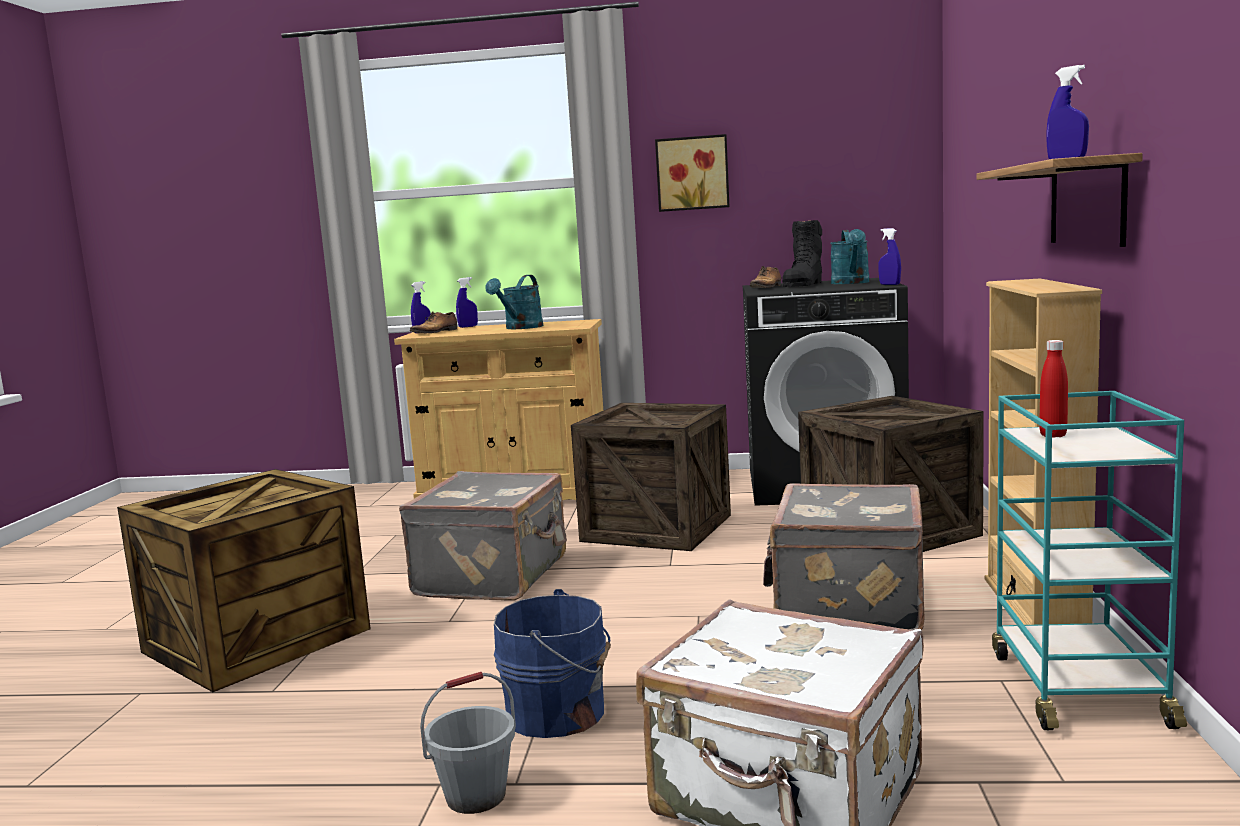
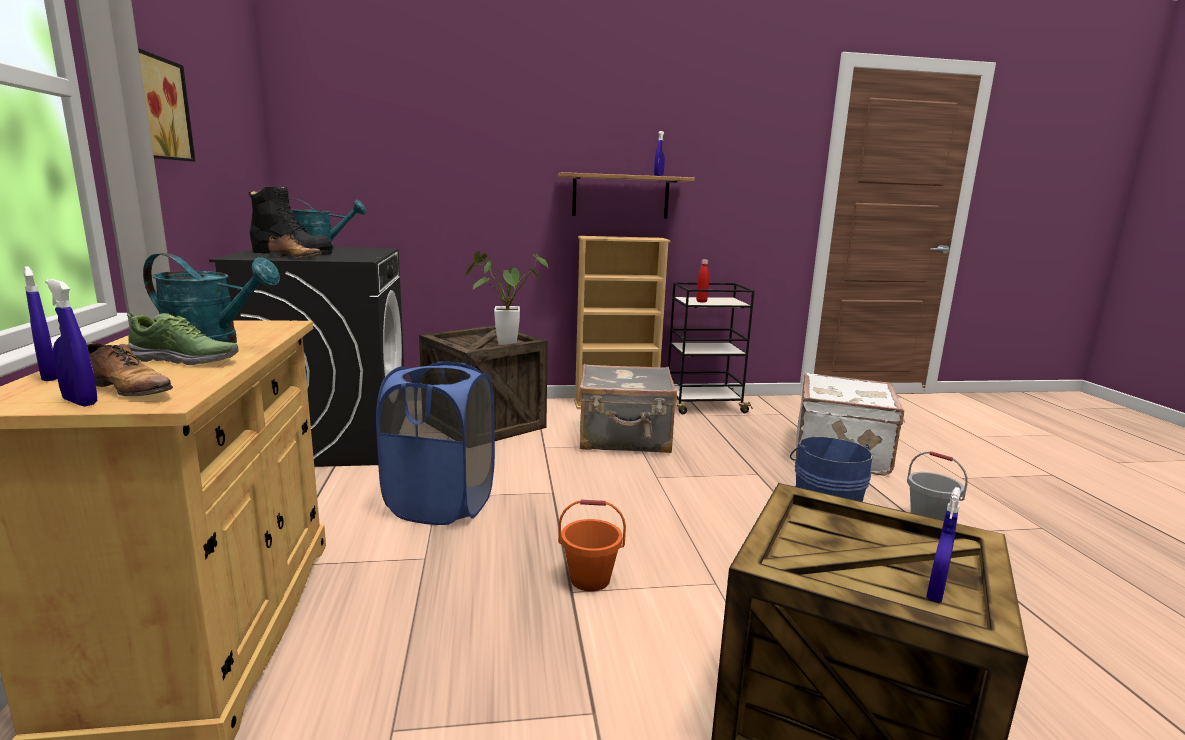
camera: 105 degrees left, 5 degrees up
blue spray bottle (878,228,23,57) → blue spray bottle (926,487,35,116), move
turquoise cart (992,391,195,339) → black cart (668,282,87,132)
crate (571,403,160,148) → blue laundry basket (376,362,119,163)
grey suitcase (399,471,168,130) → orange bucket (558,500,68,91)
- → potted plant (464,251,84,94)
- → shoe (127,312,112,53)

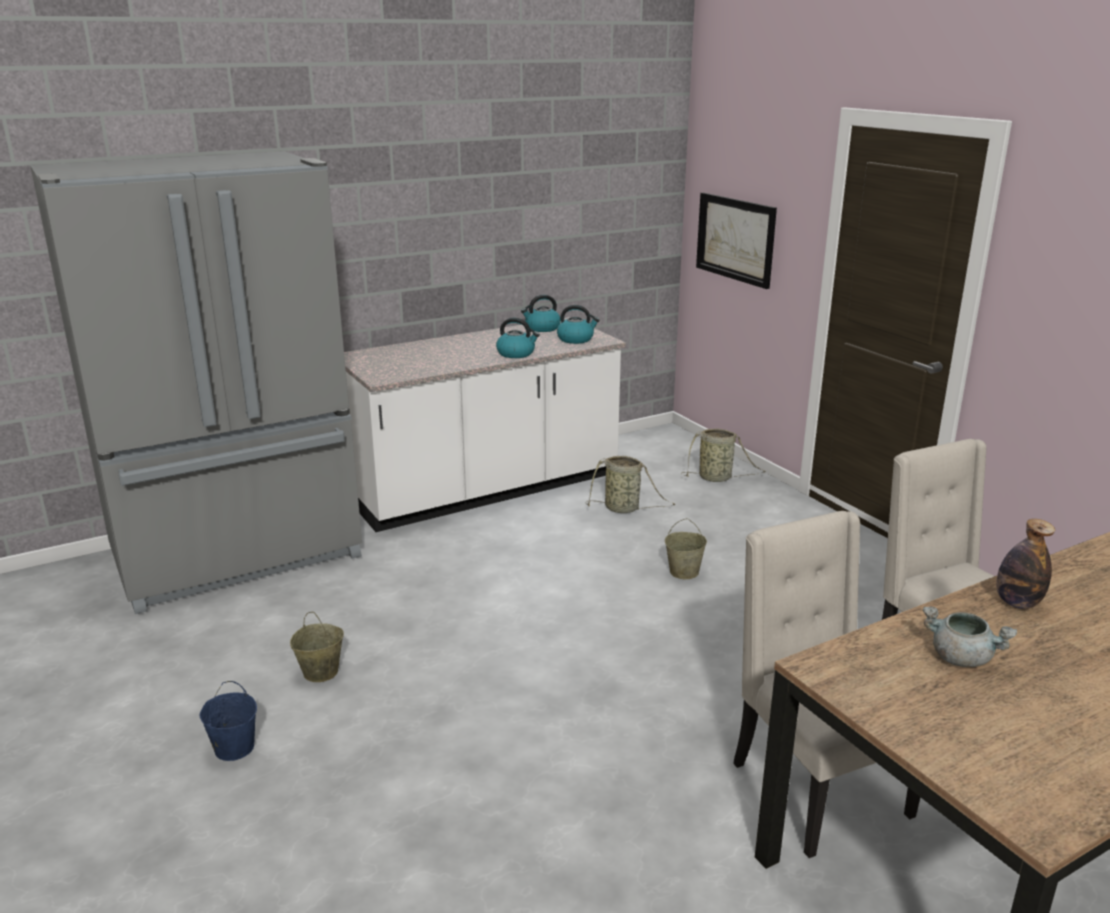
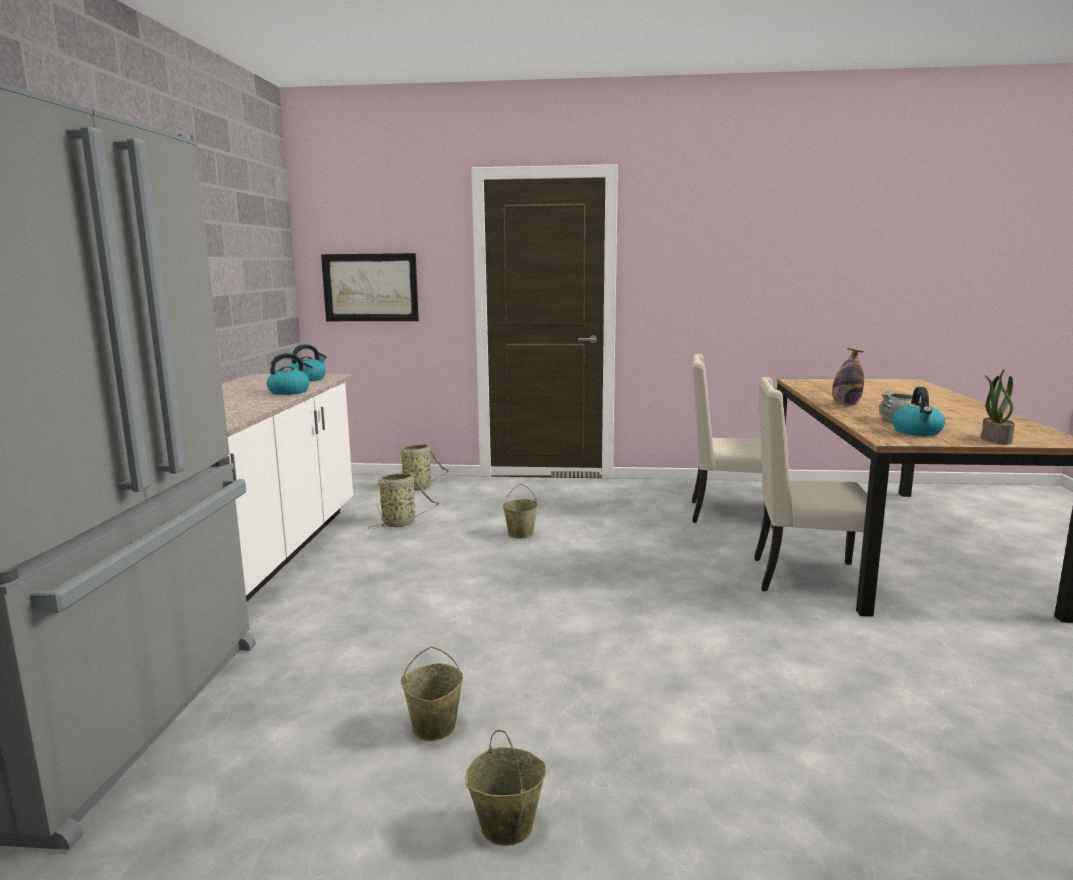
camera: 55 degrees left, 10 degrees down
kettle (521,295,40,37) → kettle (892,387,53,49), move
blue bucket (199,681,58,80) → beige bucket (465,730,82,116)
- → potted plant (981,369,34,75)

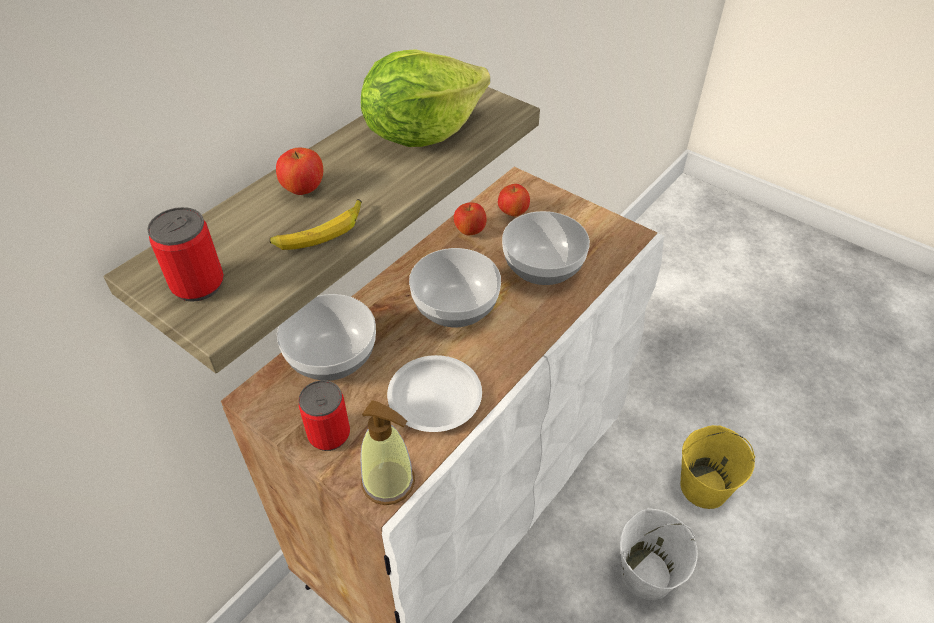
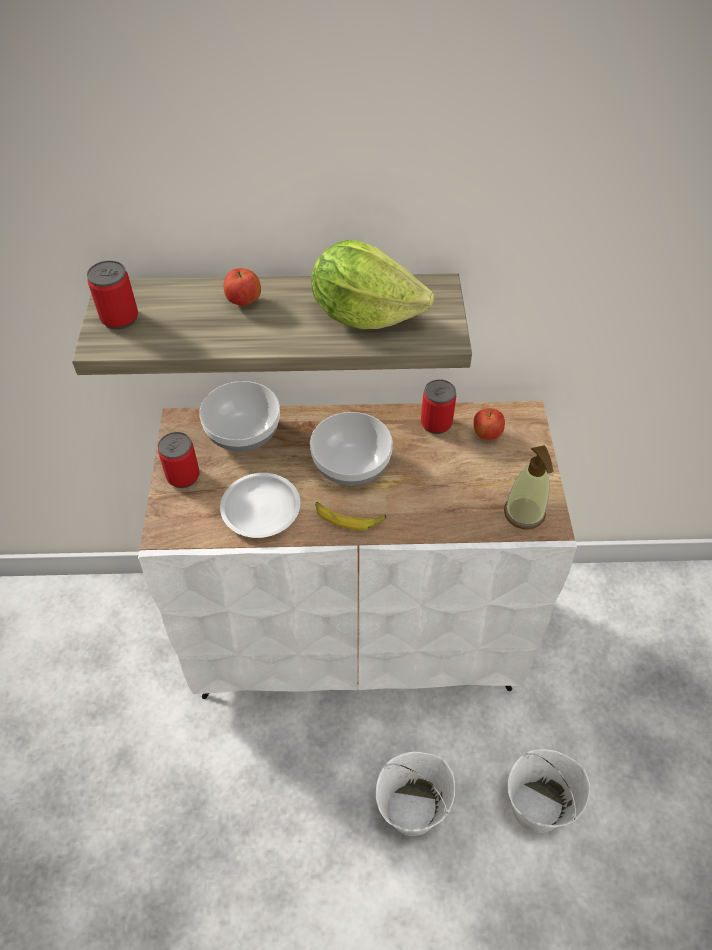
camera: 50 degrees right, 5 degrees up
banana (270,199,92,51) → banana (315,502,71,29), move
apple (454,202,33,33) → can (421,379,35,55)
bowl (502,211,88,74) → -
soap dispenser (361,400,54,105) → soap dispenser (504,445,49,85), move
yellow bucket (680,425,75,84) → white bucket (508,749,82,84)

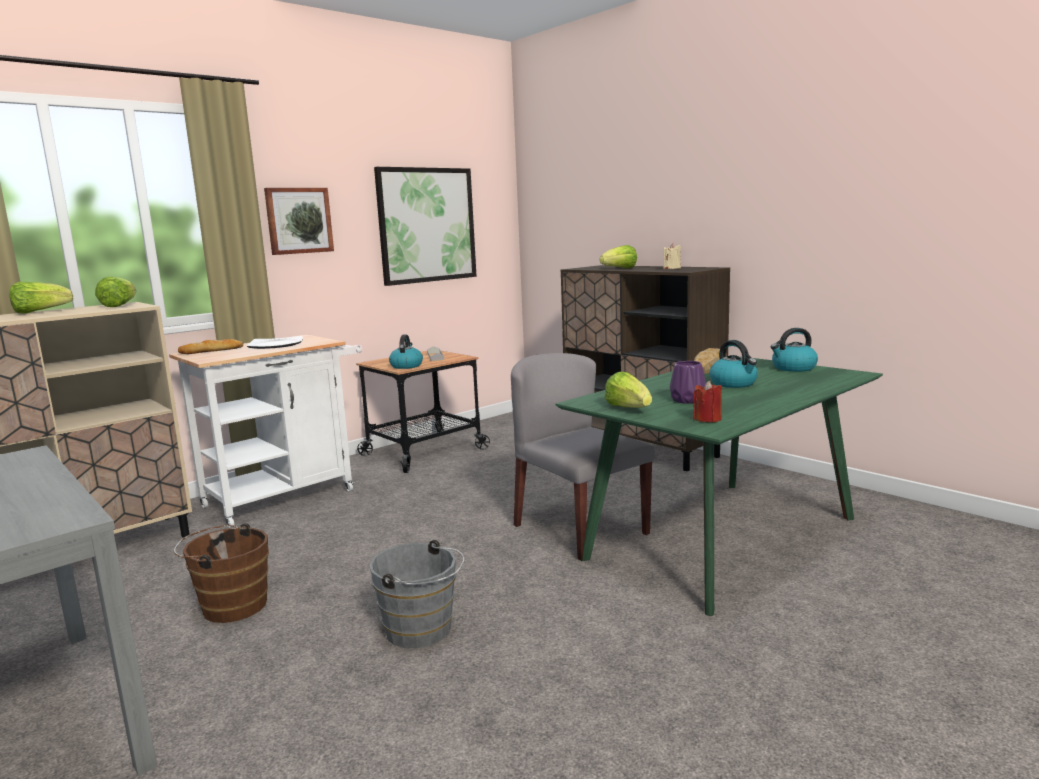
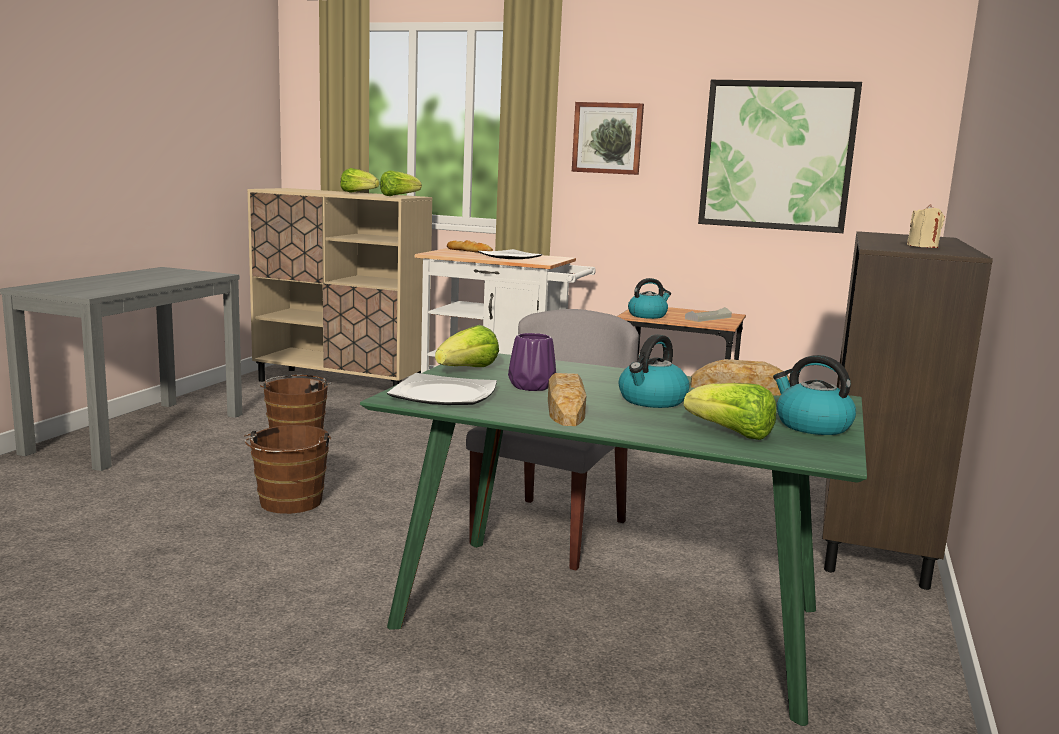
camera: 60 degrees right, 0 degrees up
lettuce (600,245,37,23) → lettuce (684,383,92,57), move
red candle (693,381,29,42) → plate (387,373,110,32)
grey bucket (369,540,96,108) → brown bucket (244,425,87,89)
- → bread (548,373,38,53)

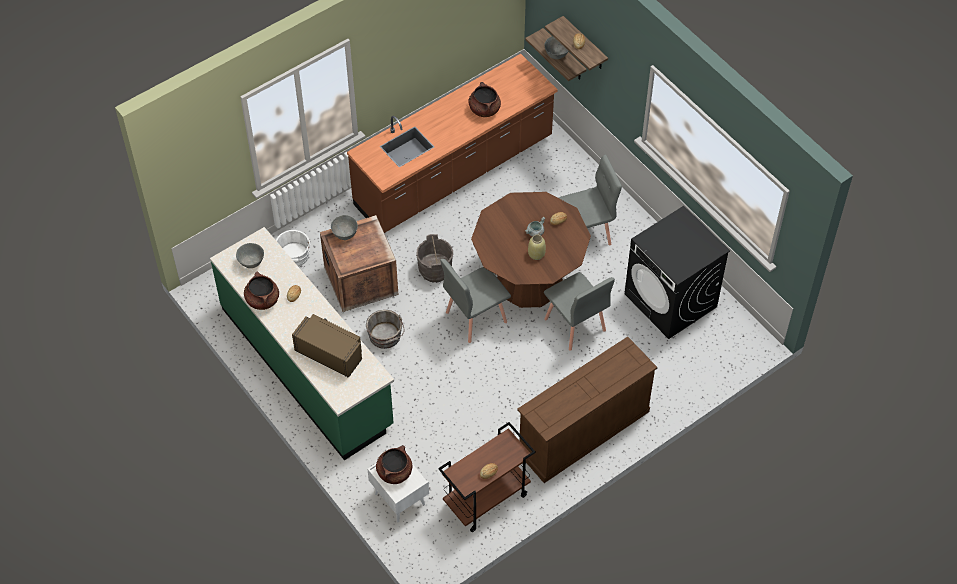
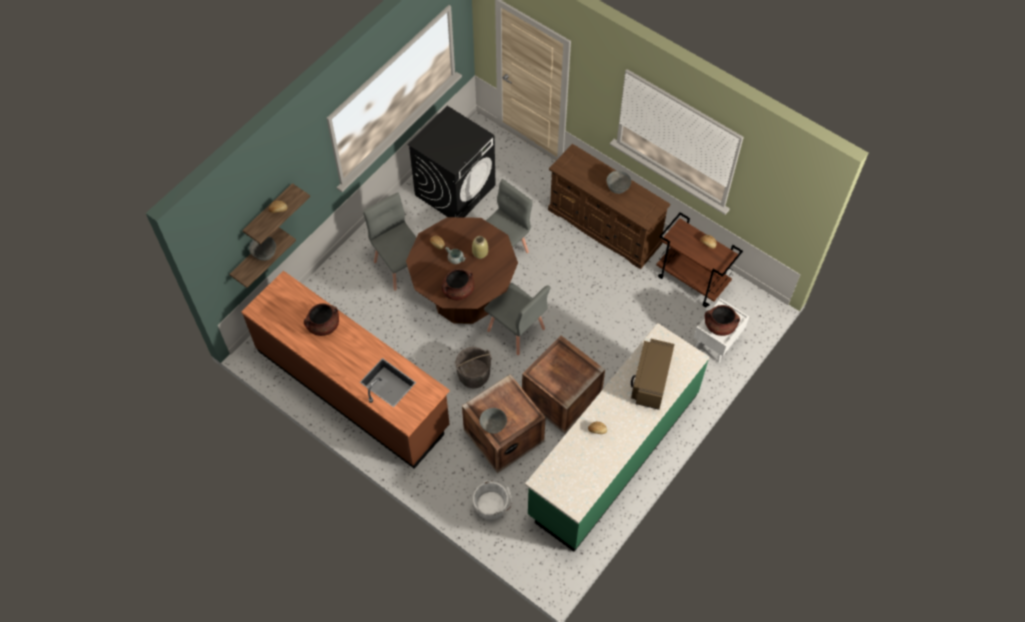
camera: 105 degrees left, 5 degrees up
grey bowl (236,243,28,25) → grey bowl (607,170,24,24), move
brown cooking pot (244,272,35,38) → brown cooking pot (442,269,32,31), move
grey bucket (366,310,38,39) → crate (522,335,83,99)

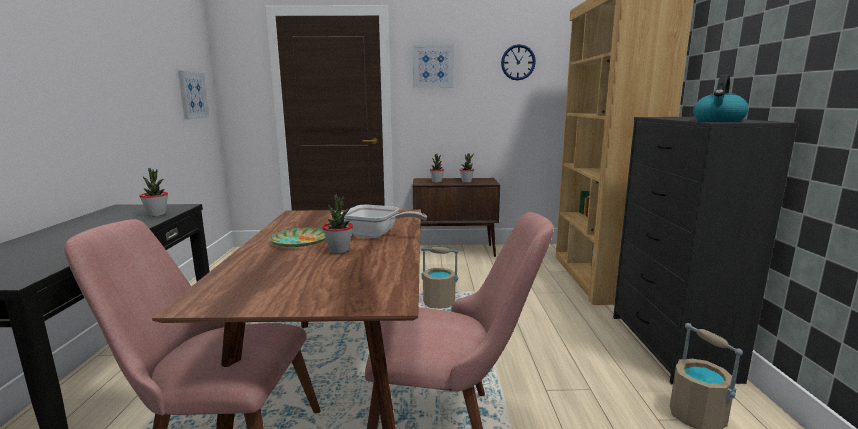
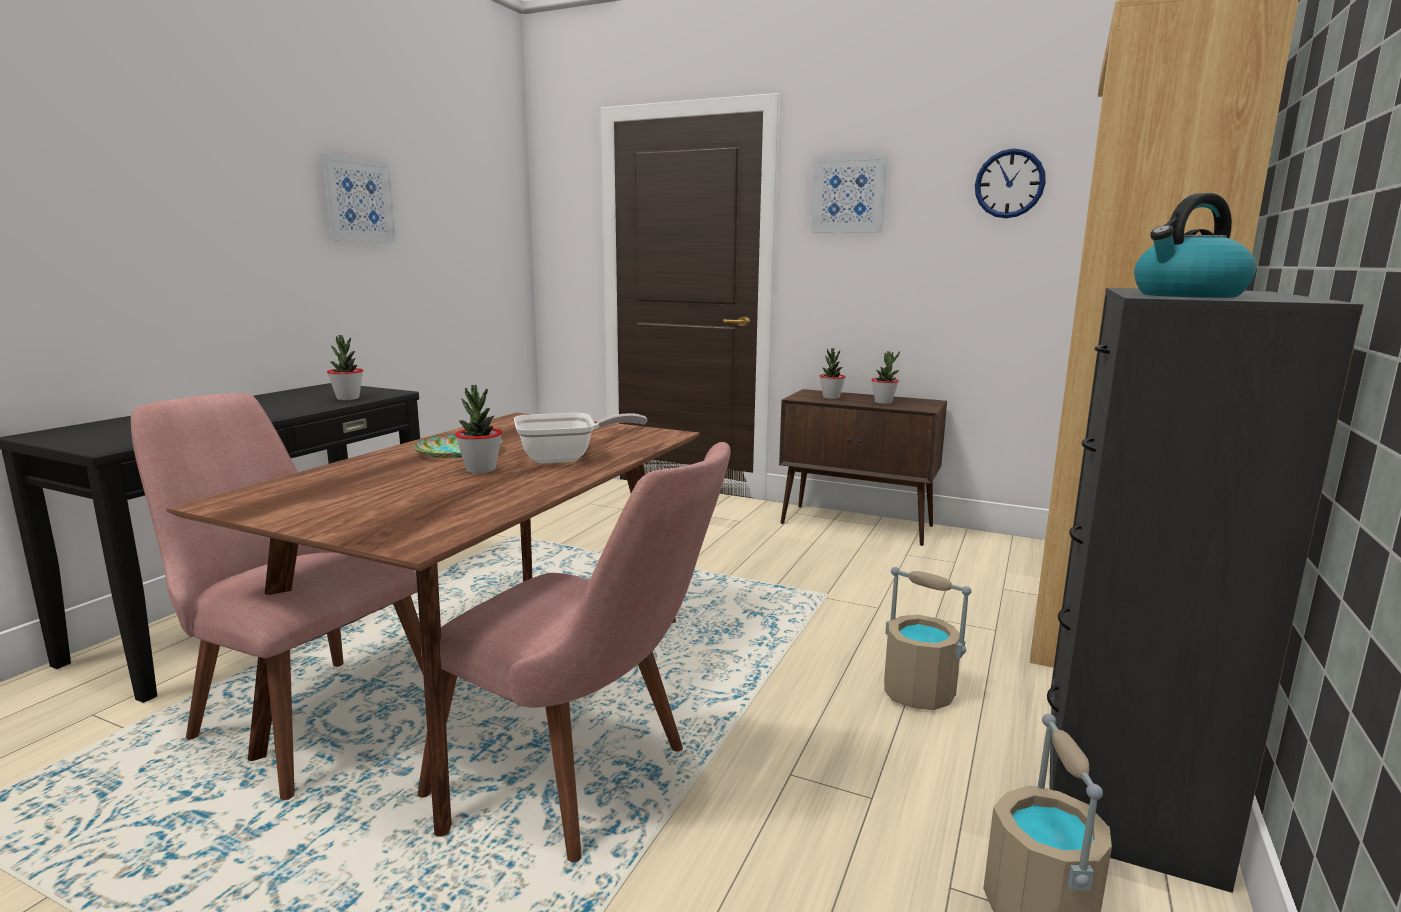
camera: 25 degrees right, 0 degrees up
picture (178,71,32,48) → picture (320,154,76,89), move
frying pan (341,205,86,33) → frying pan (514,413,133,51), 60 degrees counterclockwise
beige bucket (421,247,37,62) → beige bucket (884,567,87,143), move

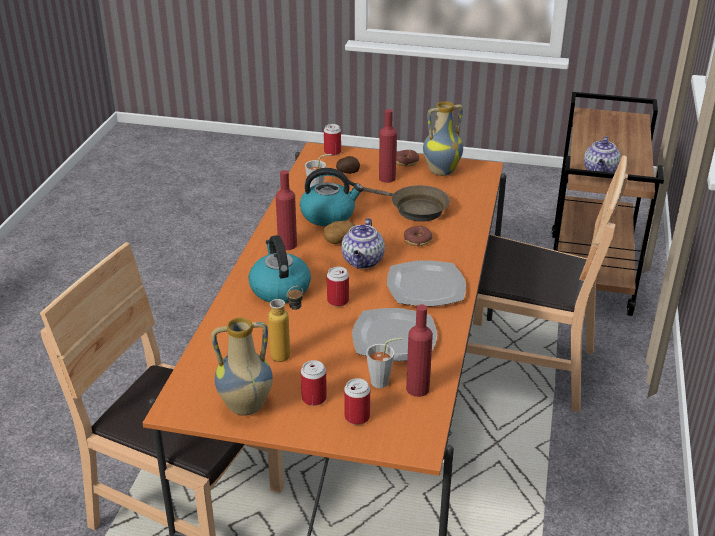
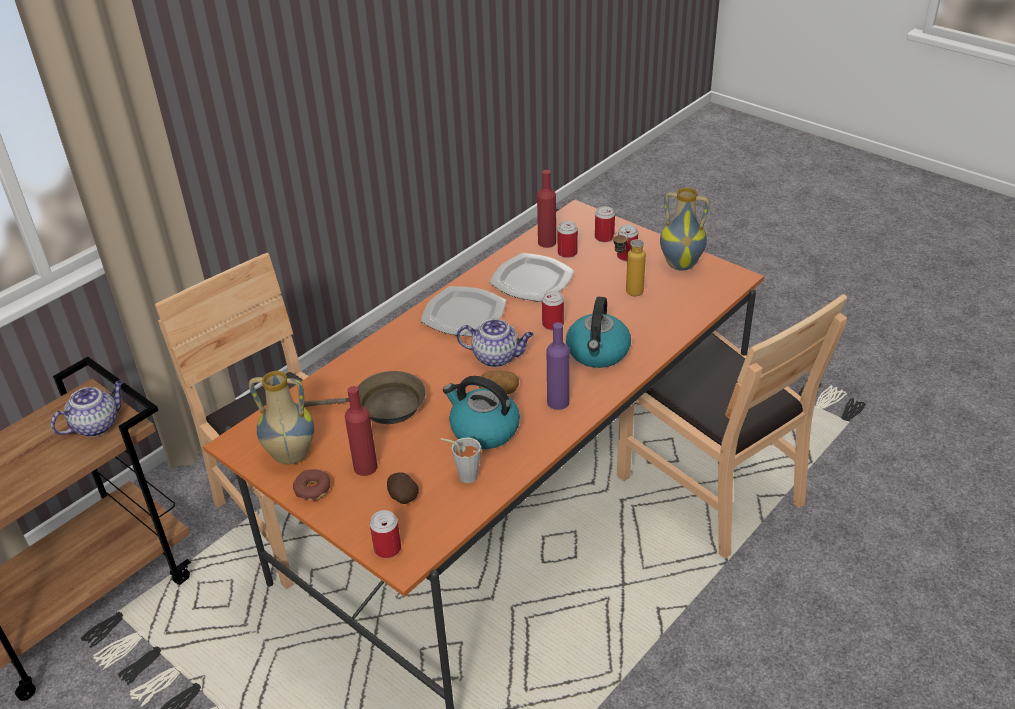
camera: 150 degrees left, 5 degrees up
red bottle (276,170,21,80) → purple bottle (547,322,23,88)
brown frying pan (363,185,87,37) → brown frying pan (304,371,122,53), 120 degrees clockwise
teapot (341,218,44,51) → teapot (457,319,77,48), 60 degrees clockwise
donut (404,226,28,20) → -
grey cup (366,338,36,50) → can (558,221,20,37)

